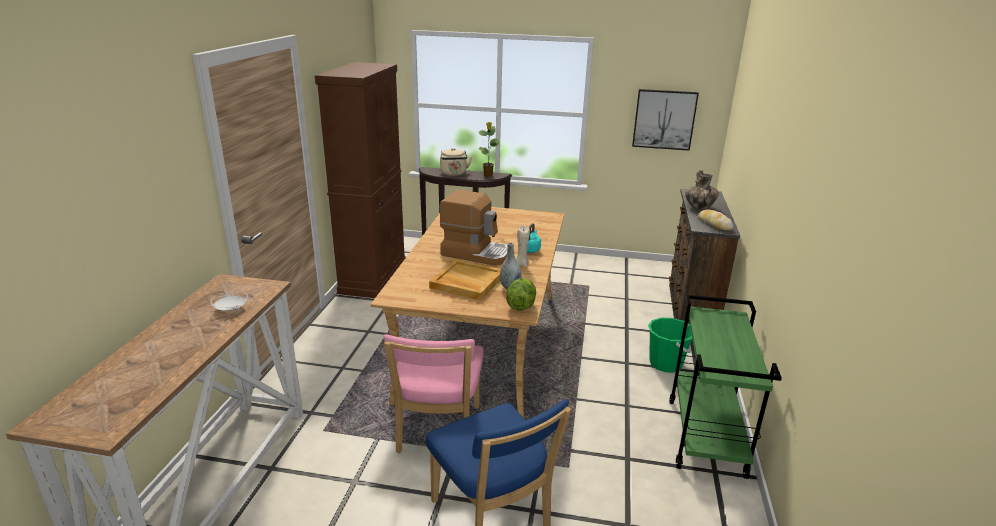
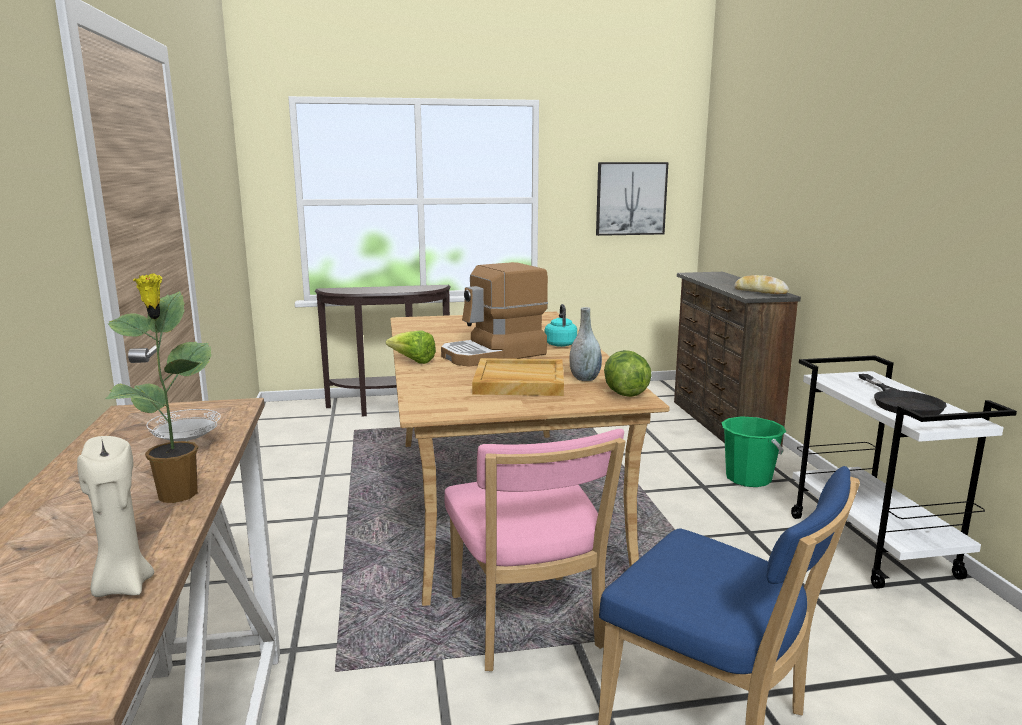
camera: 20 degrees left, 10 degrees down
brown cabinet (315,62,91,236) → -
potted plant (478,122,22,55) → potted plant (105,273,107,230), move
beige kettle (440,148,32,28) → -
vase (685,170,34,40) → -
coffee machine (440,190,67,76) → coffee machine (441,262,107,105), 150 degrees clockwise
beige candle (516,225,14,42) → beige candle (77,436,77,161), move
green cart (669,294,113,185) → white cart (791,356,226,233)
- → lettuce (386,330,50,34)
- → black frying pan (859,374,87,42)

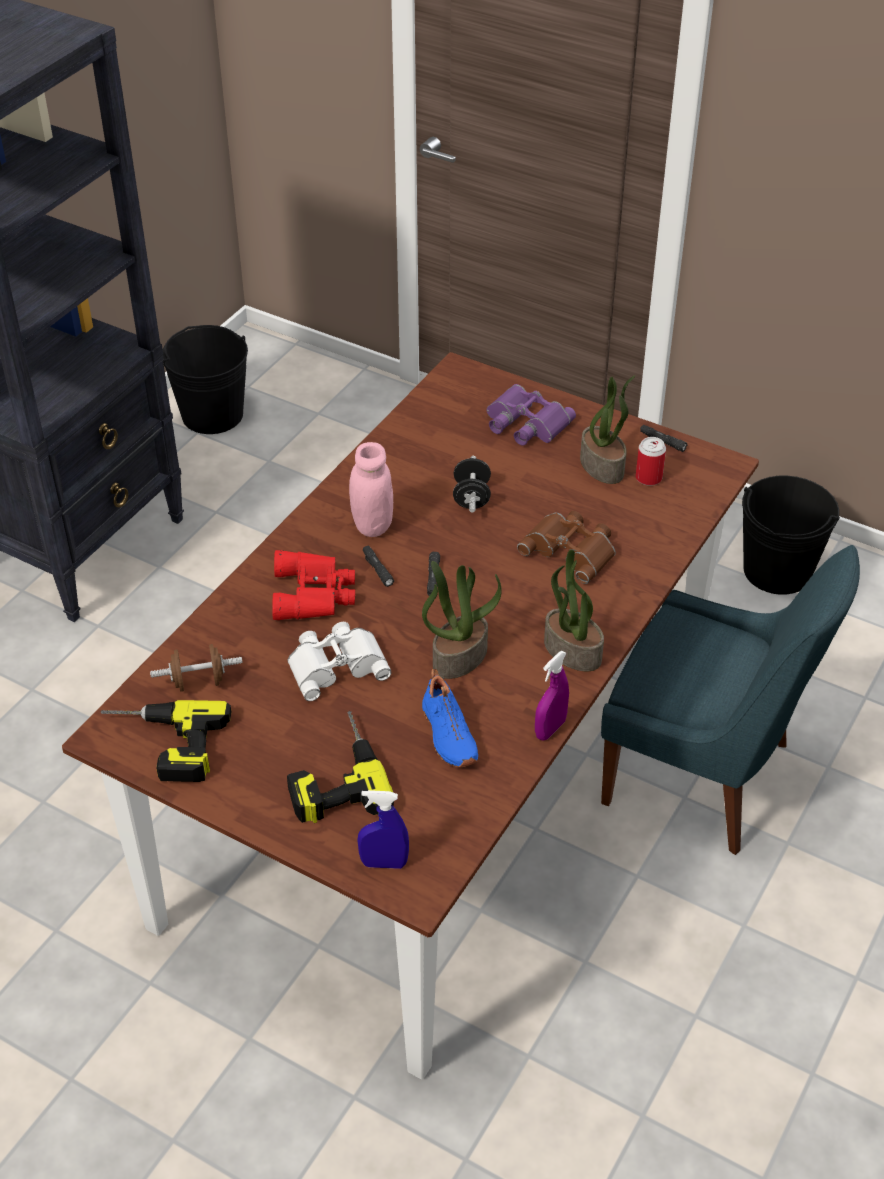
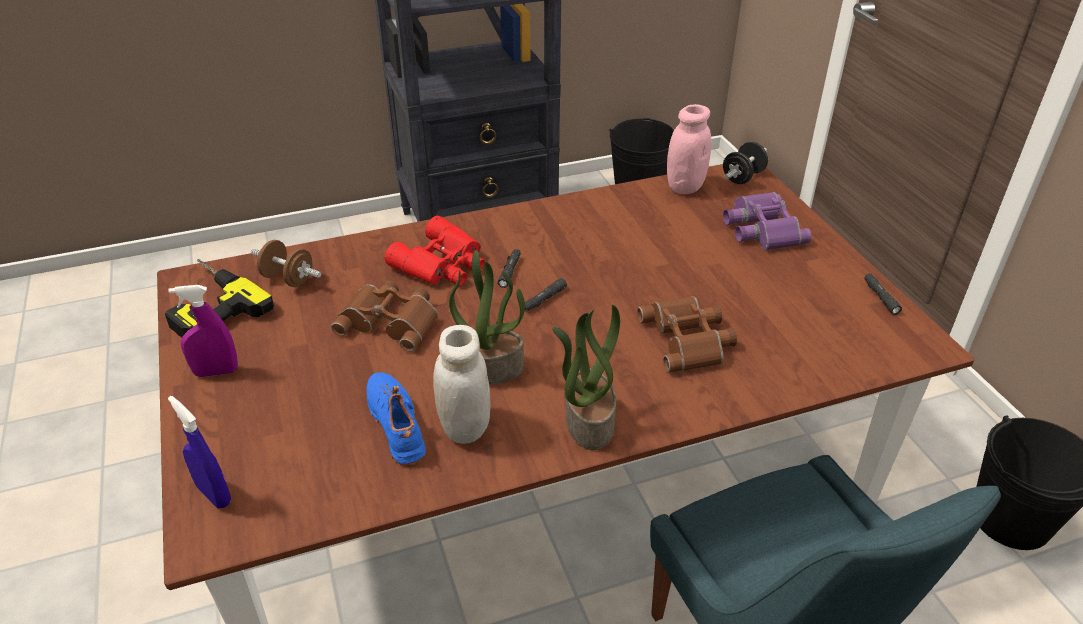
camera: 40 degrees right, 5 degrees down
potted plant (580,375,55,109) → -
can (636,437,30,49) → -
pink jar (349,442,44,95) → pink jar (667,104,44,90), move
black dumbbell (453,456,38,57) → black dumbbell (723,142,45,42), move
white binoculars (287,622,105,79) → brown binoculars (331,280,107,72)
purple spray bottle (535,651,34,89) → purple spray bottle (168,285,70,92), move
blue shoe (422,669,56,98) → blue shoe (367,372,59,93), 135 degrees clockwise
power drill (287,711,107,112) → -
- → white jar (433,325,57,119)

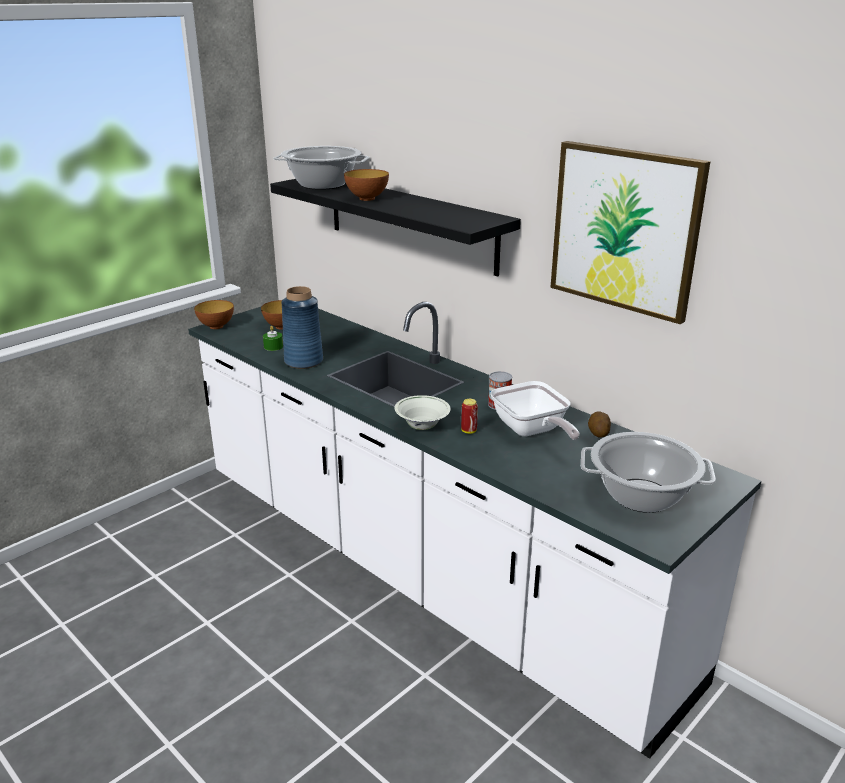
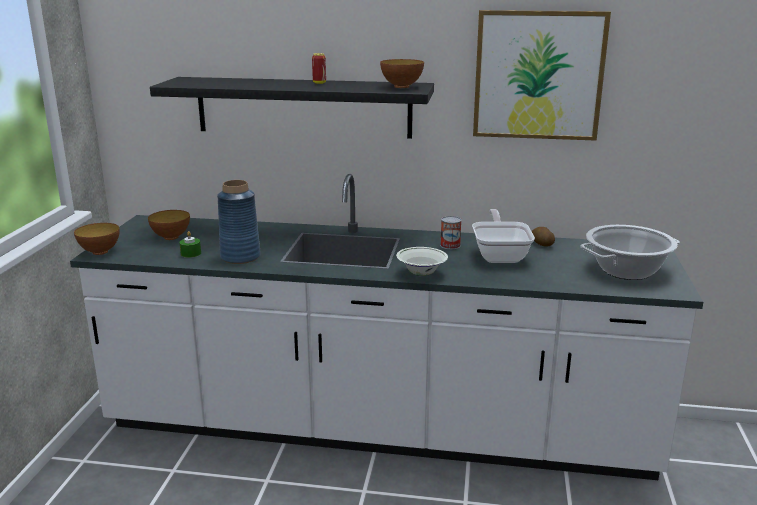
camera: 35 degrees left, 5 degrees down
cooking pot (273,146,96,44) → -
bowl (344,169,45,32) → bowl (380,59,44,29), move
frying pan (490,381,90,59) → frying pan (472,209,63,54), 120 degrees counterclockwise
can (461,399,17,35) → can (312,53,14,31), move

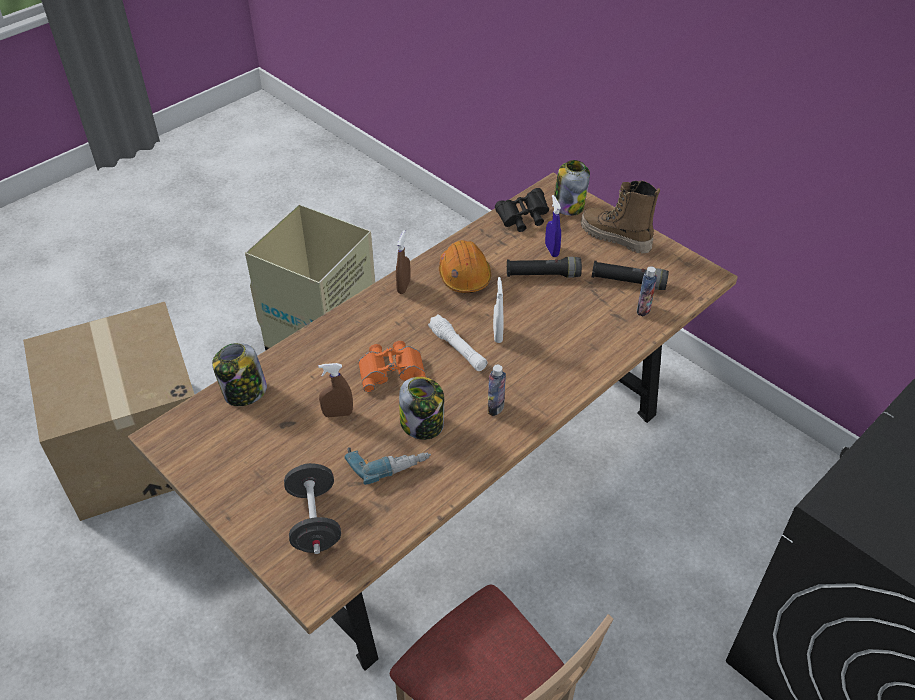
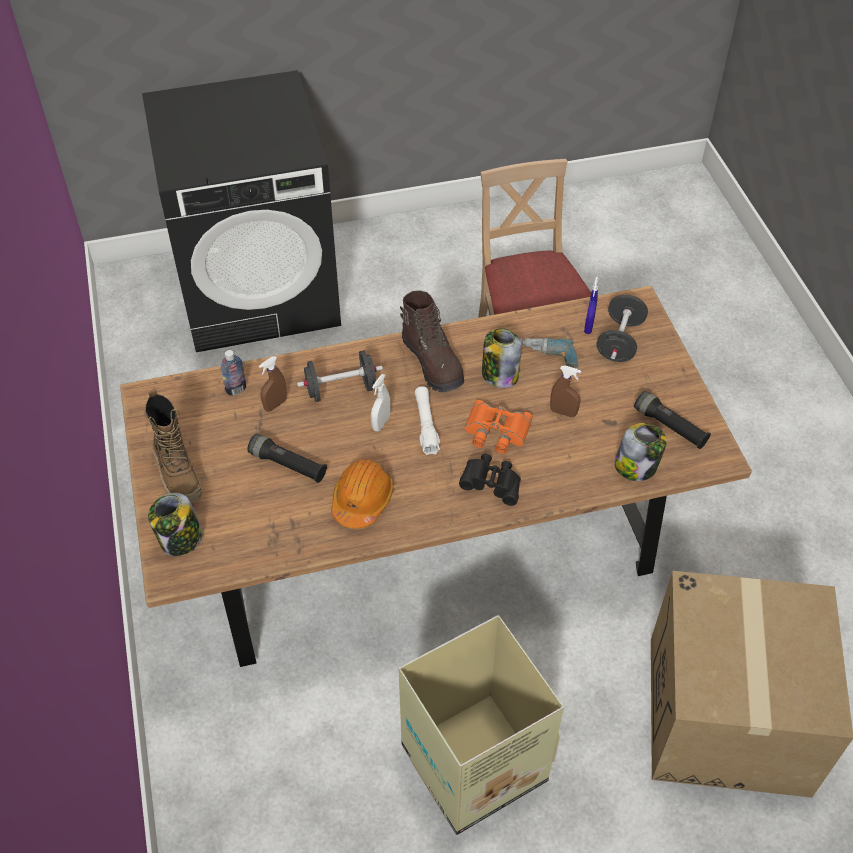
camera: 150 degrees left, 5 degrees up
black binoculars (495,188,54,44) → black binoculars (459,454,62,52), move
blue spray bottle (545,195,16,62) → blue spray bottle (584,277,15,57), move
brown spray bottle (396,230,15,64) → brown spray bottle (259,356,28,56), move
black flashlight (592,261,77,29) → black flashlight (634,391,77,58), move
bottle (488,365,18,51) → brown boot (400,290,64,102)
- → black dumbbell (297,350,86,52)

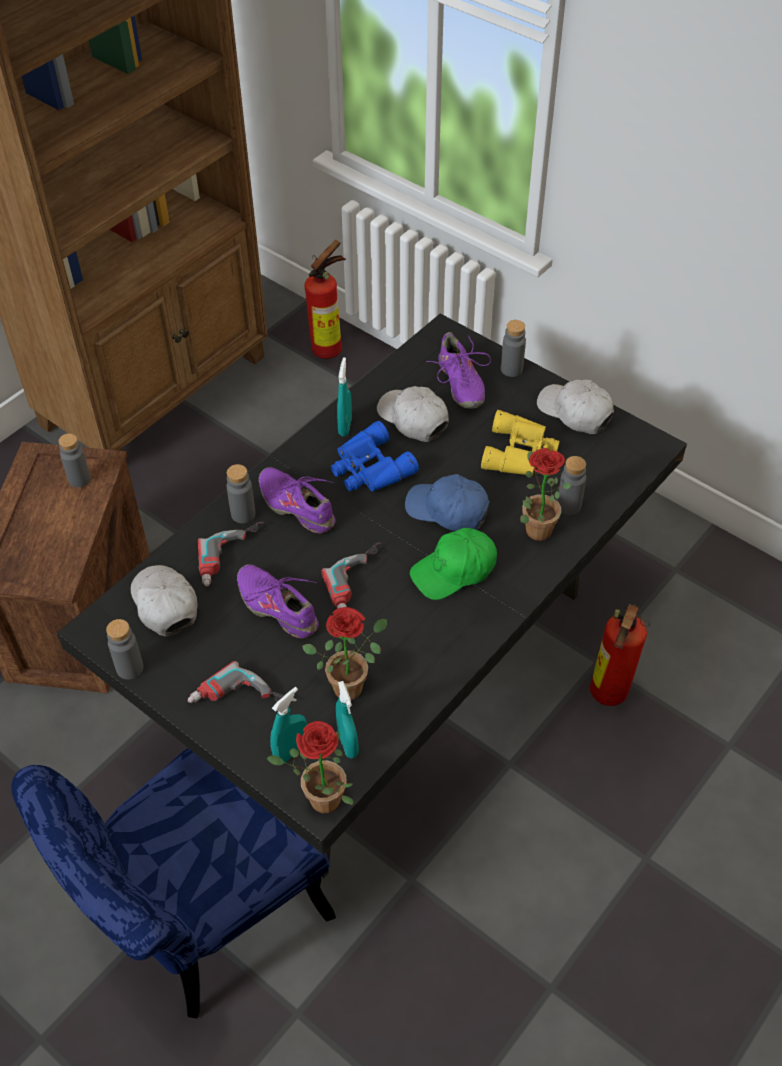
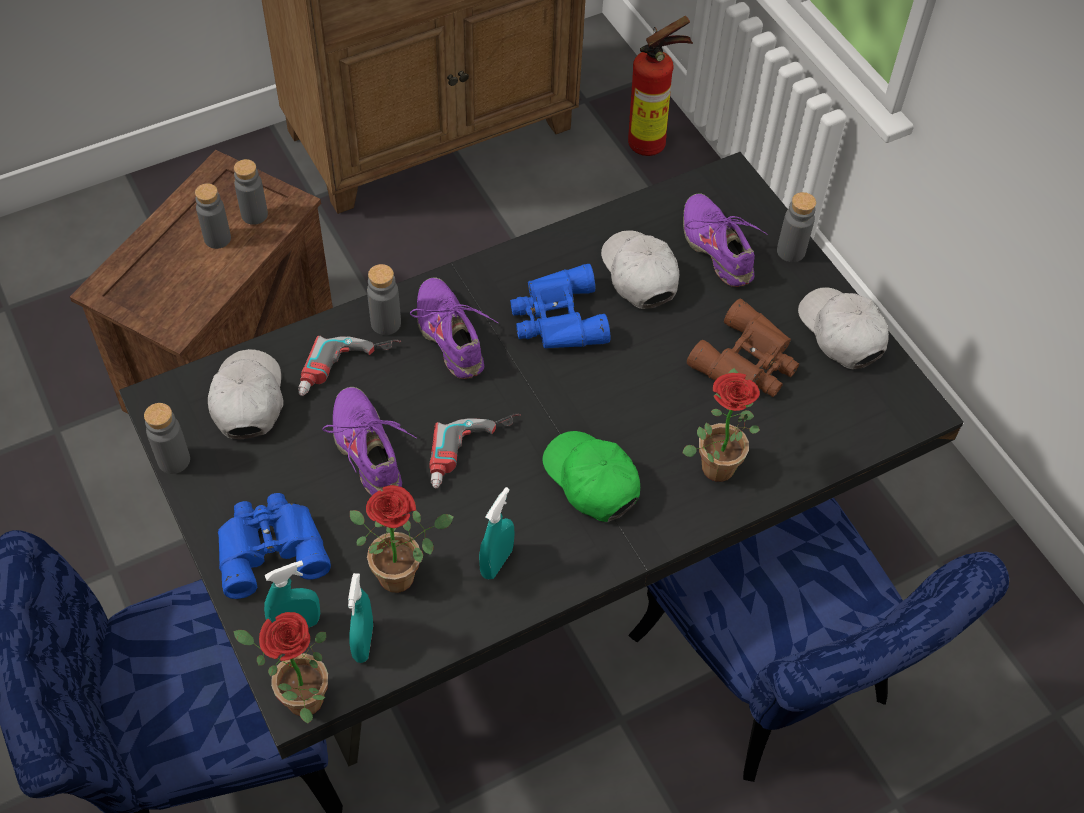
camera: 20 degrees right, 5 degrees up
purple shoe (426,332,65,77) → purple shoe (683,193,85,94), 150 degrees clockwise
turquoise spray bottle (337,357,15,79) → turquoise spray bottle (479,487,35,92), move
yellow binoculars (481,410,79,65) → brown binoculars (687,299,112,98)
grey bottle (557,456,29,59) → grey bottle (195,183,36,66), move
blue cap (405,474,85,57) → -
green cap (410,528,87,72) → green cap (543,431,97,91), 60 degrees clockwise
fire extinguisher (590,604,60,102) → blue chair (628,498,381,284)
power drill (188,661,96,42) → blue binoculars (218,493,113,106)

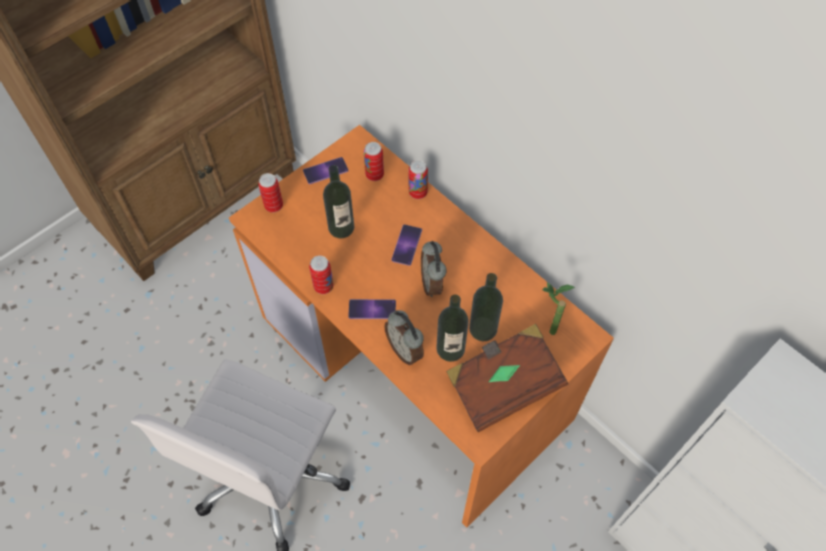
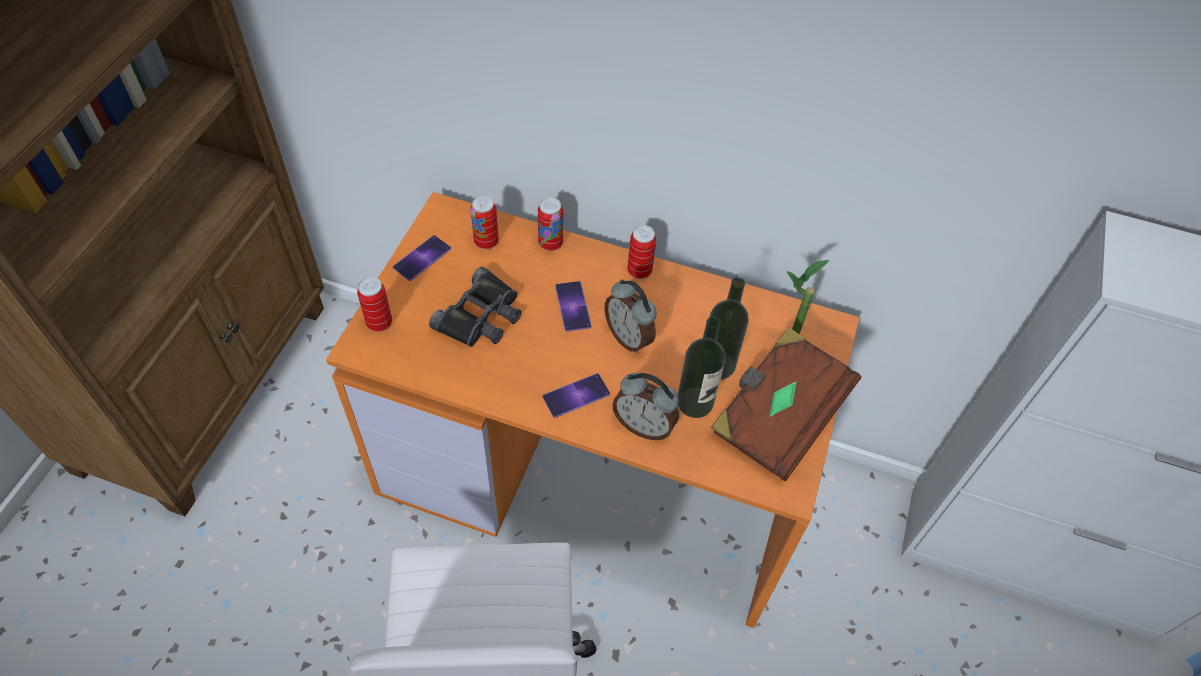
camera: 30 degrees left, 5 degrees down
bottle (323,165,32,73) → black binoculars (429,267,92,80)
can (309,255,25,39) → can (628,225,28,54), move

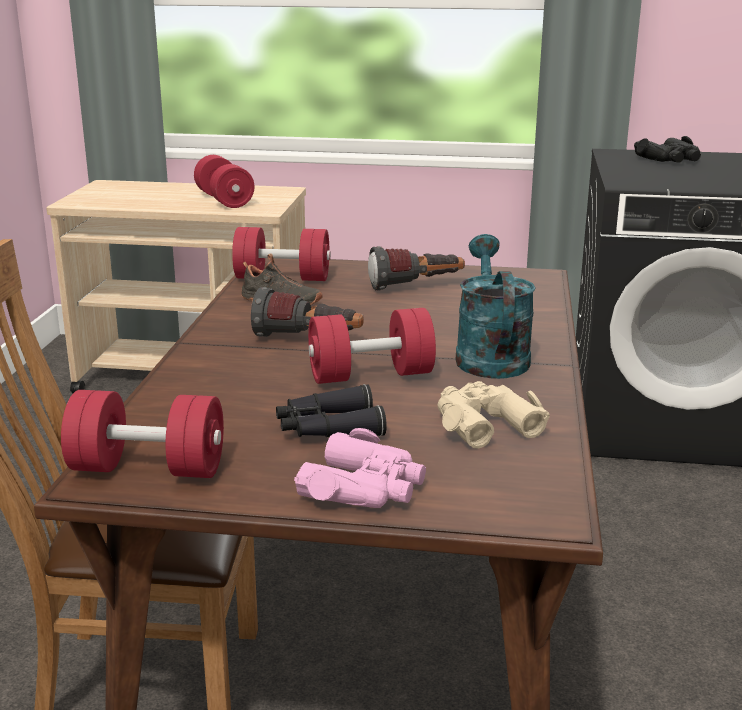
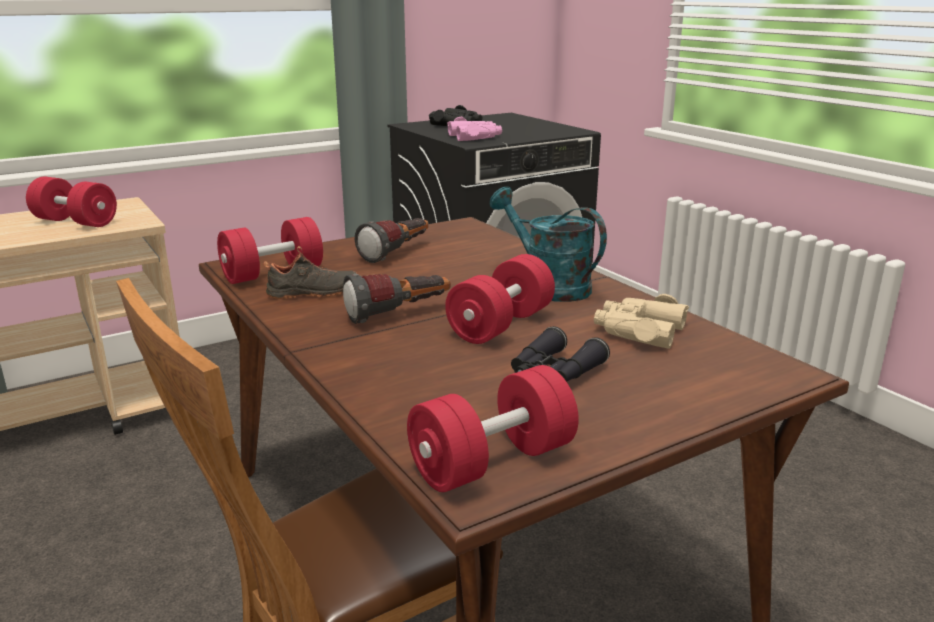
camera: 40 degrees left, 0 degrees up
pink binoculars (294,428,132,80) → pink binoculars (447,117,55,24), move

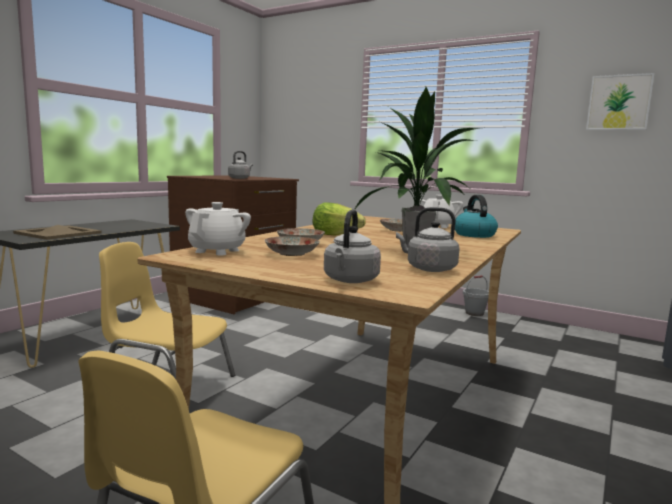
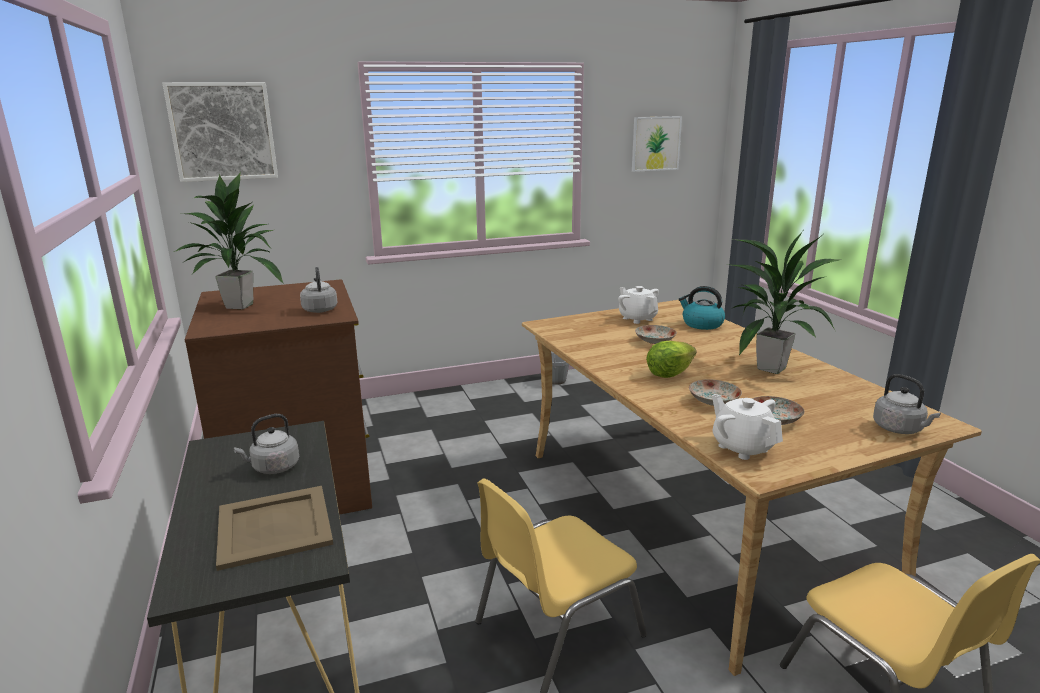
camera: 50 degrees left, 10 degrees up
grey kettle (396,207,64,65) → grey kettle (233,414,66,60), move
- → picture (163,82,115,100)
- → potted plant (174,172,110,137)

